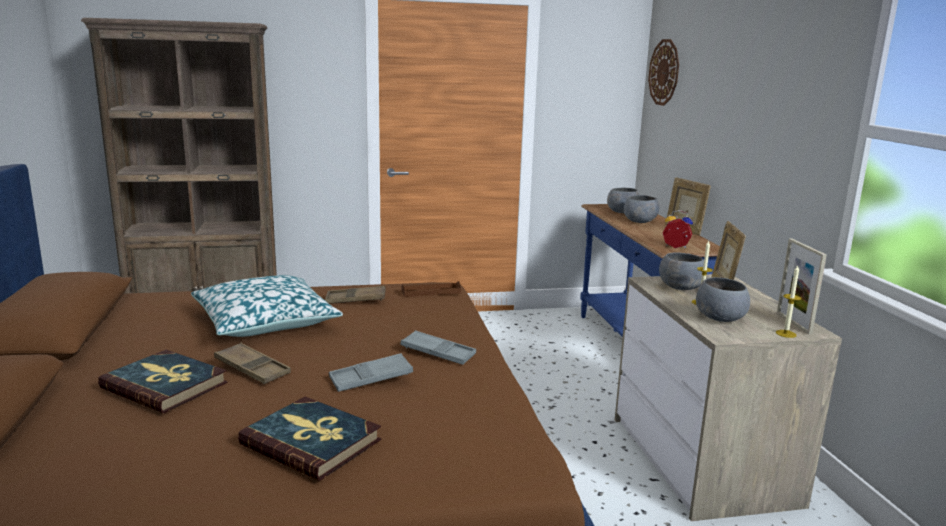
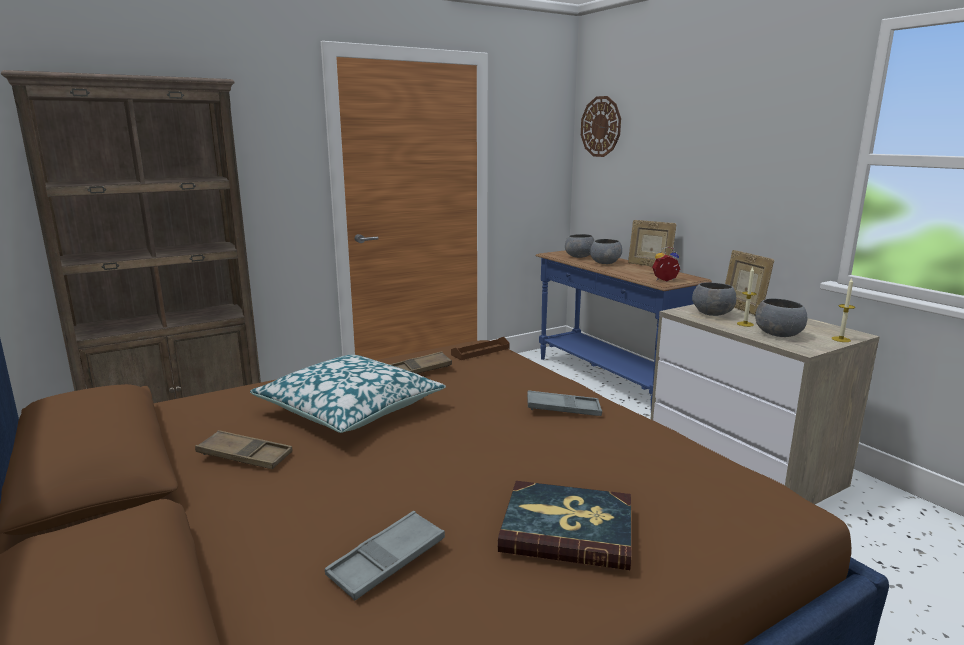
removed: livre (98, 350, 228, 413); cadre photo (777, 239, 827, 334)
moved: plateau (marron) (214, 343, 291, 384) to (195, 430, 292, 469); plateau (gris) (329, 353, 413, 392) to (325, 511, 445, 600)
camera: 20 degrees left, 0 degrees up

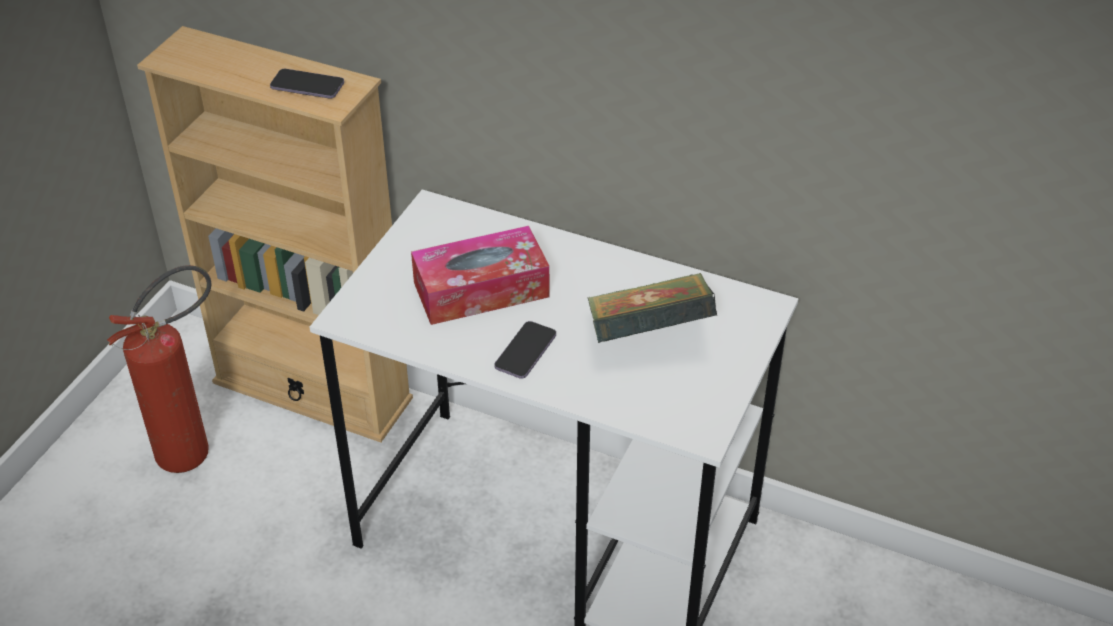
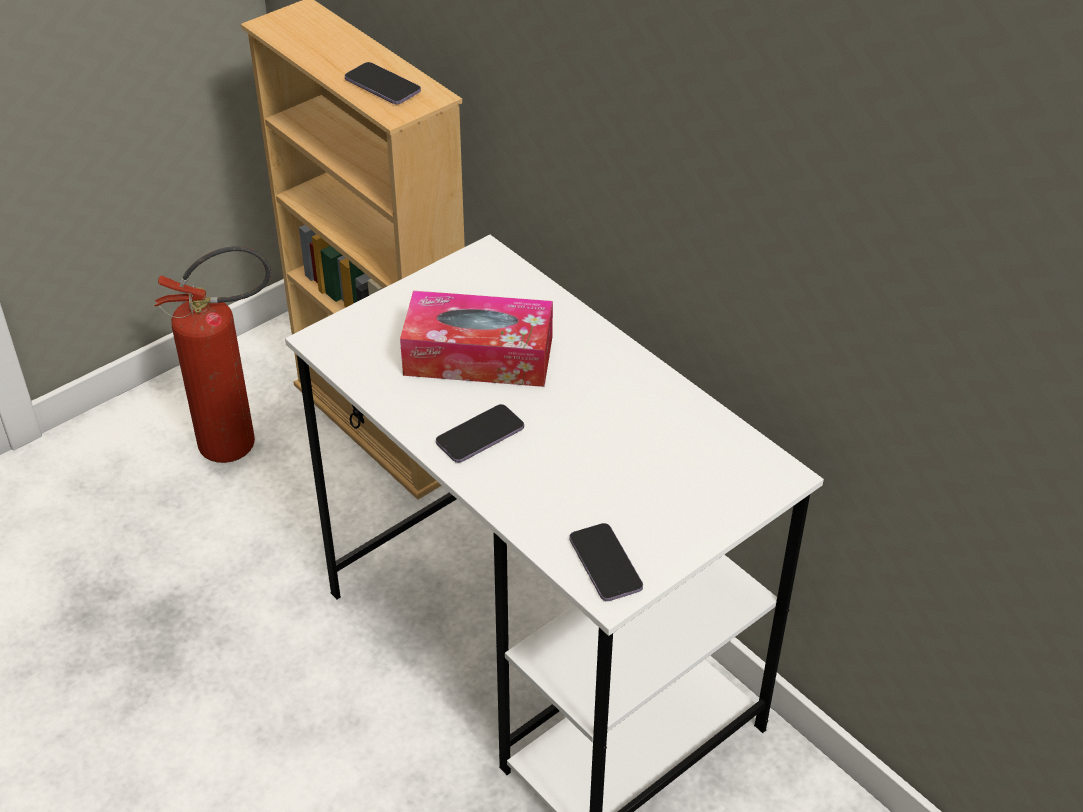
removed: livre (588, 273, 717, 343)
added: téléphone (569, 523, 643, 601)
camera: 25 degrees right, 0 degrees up

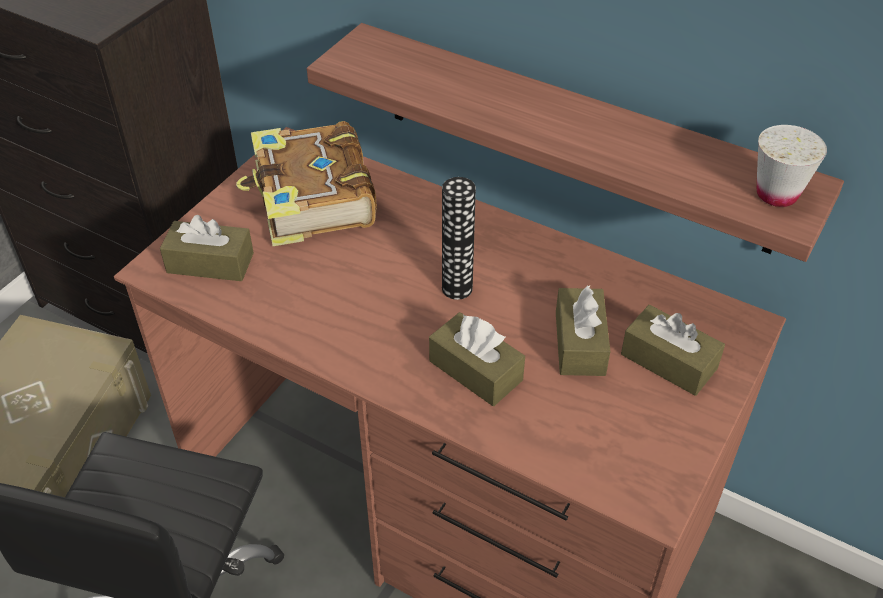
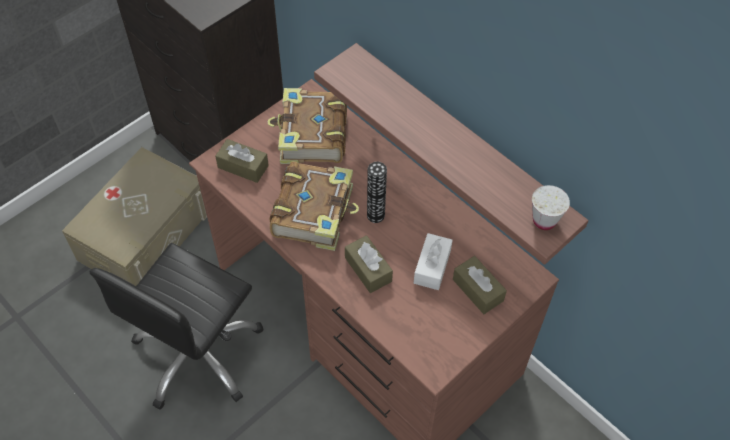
added: livre (270, 161, 359, 251)
recoloured: boîte à mouchoirs (marron) (556, 286, 610, 376) to boîte à mouchoirs (blanc) (414, 233, 453, 290)
camera: 15 degrees right, 10 degrees up

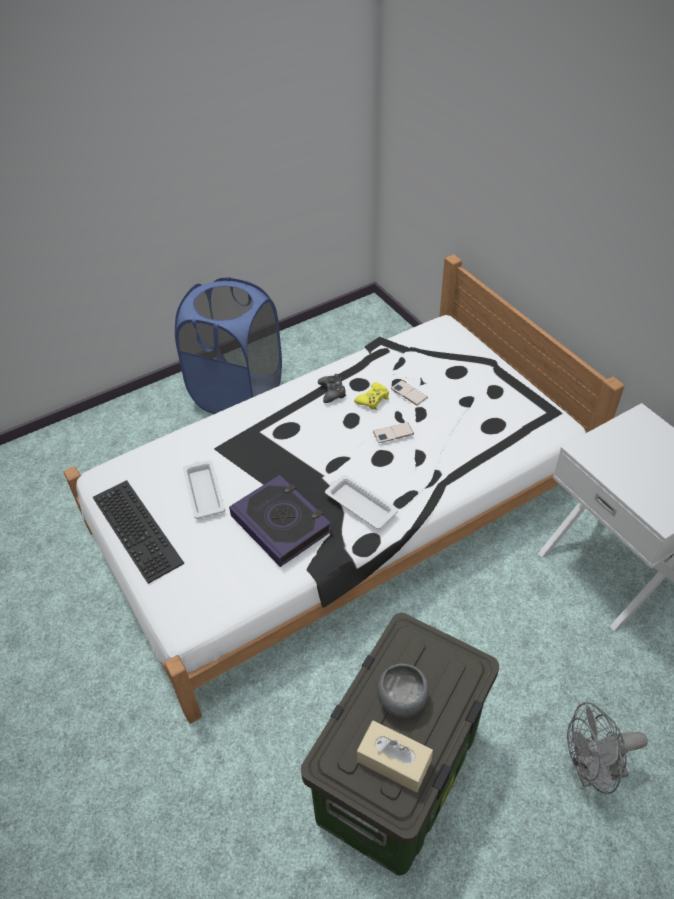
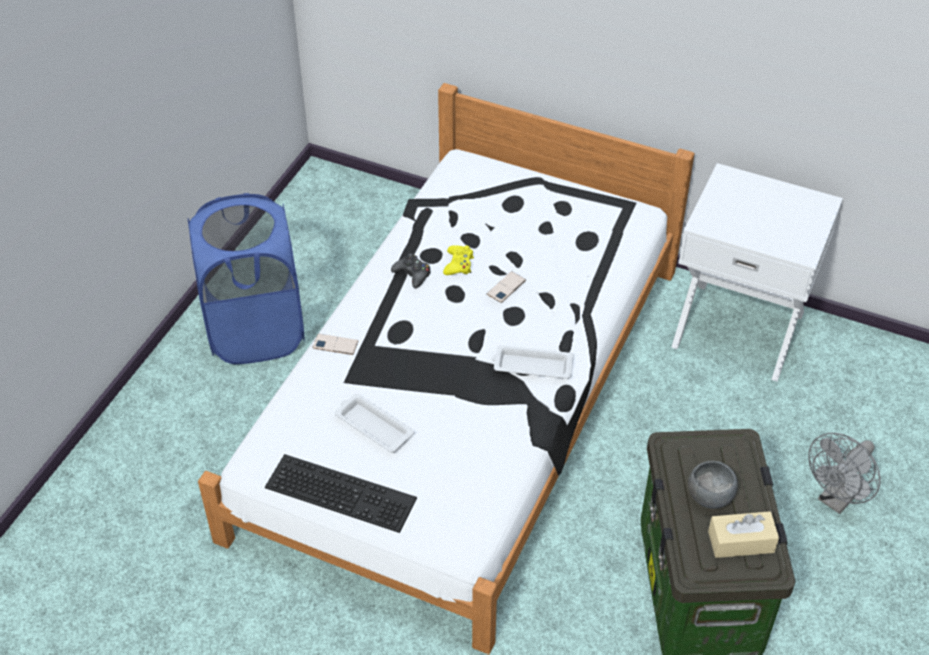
removed: livre (229, 475, 332, 567)
moved: téléphone (391, 380, 428, 406) to (312, 334, 358, 355)
camera: 35 degrees left, 0 degrees up

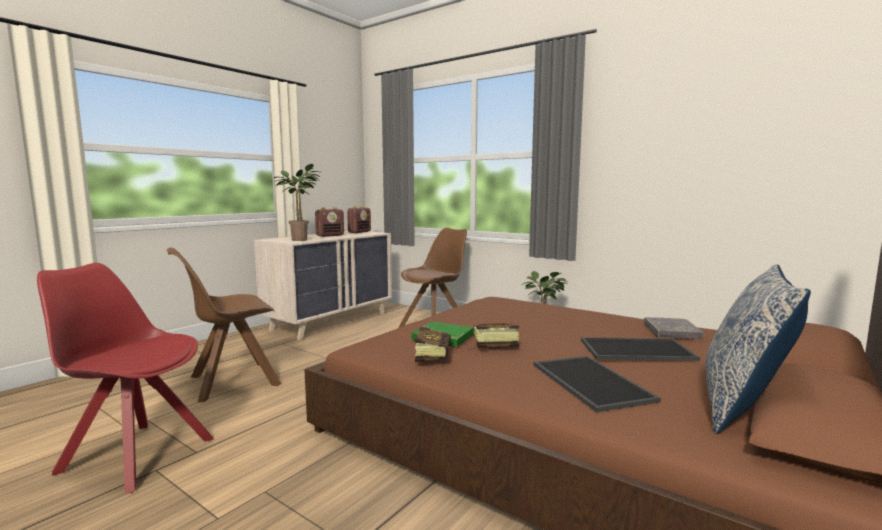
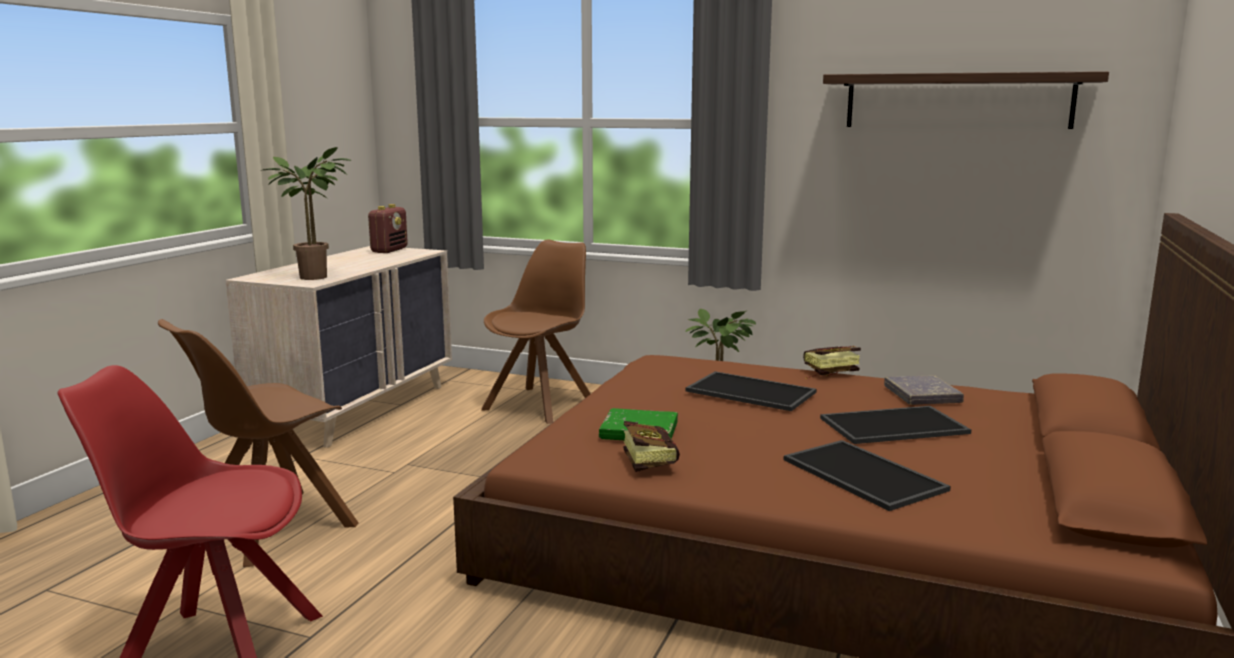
removed: radio (315, 207, 344, 237); coussin (705, 264, 811, 434)
added: plateau (685, 371, 816, 411); étagère (823, 71, 1109, 129)
moved: livre (467, 323, 519, 350) to (803, 346, 861, 379)
camera: 15 degrees left, 5 degrees up

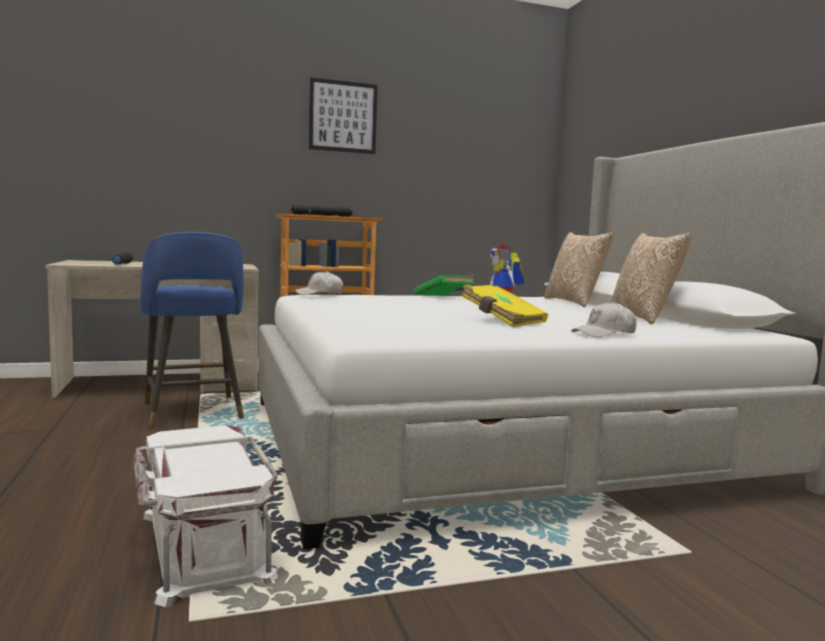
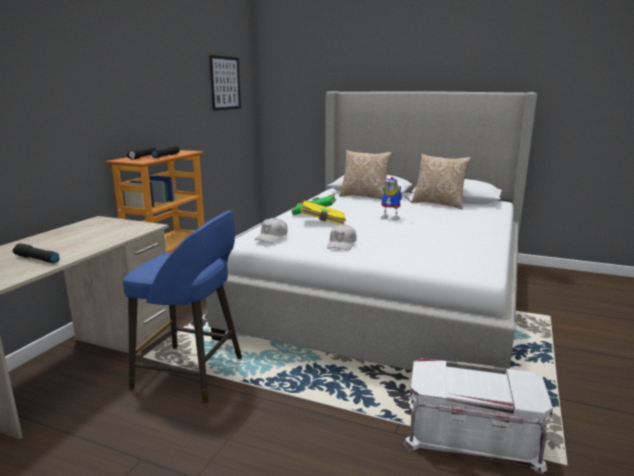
moved: tableau (309, 77, 377, 154) to (209, 55, 241, 111); livre (jaune) (461, 285, 548, 327) to (301, 200, 346, 225); casquette (blanc) (572, 302, 636, 337) to (327, 224, 356, 250)
camera: 50 degrees left, 10 degrees up

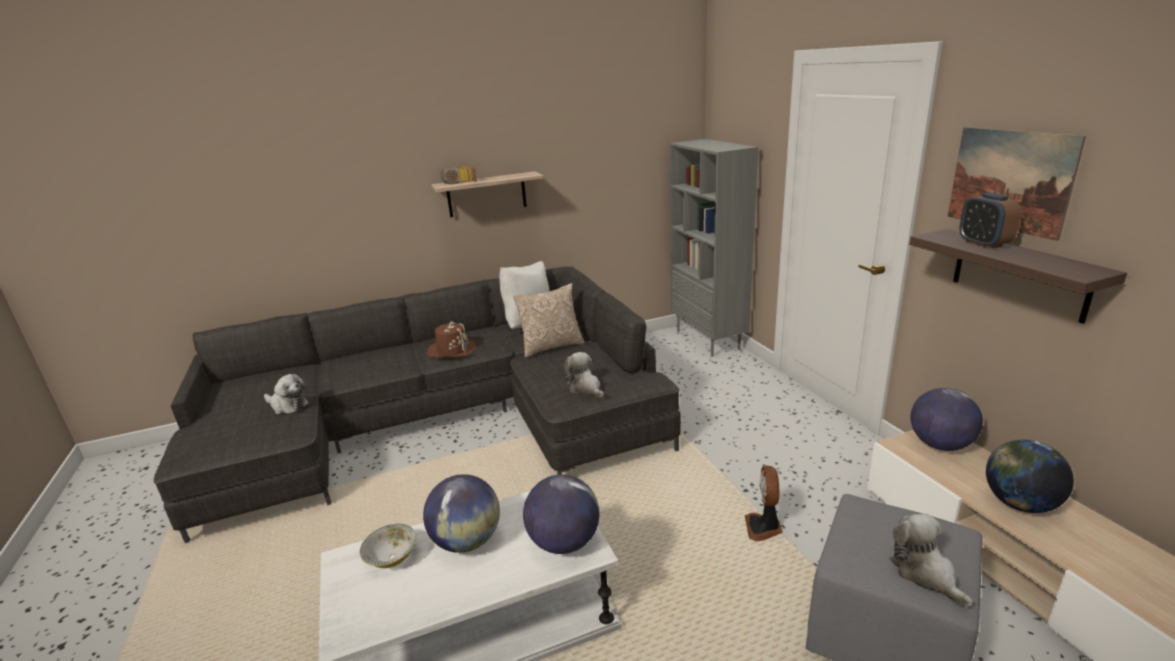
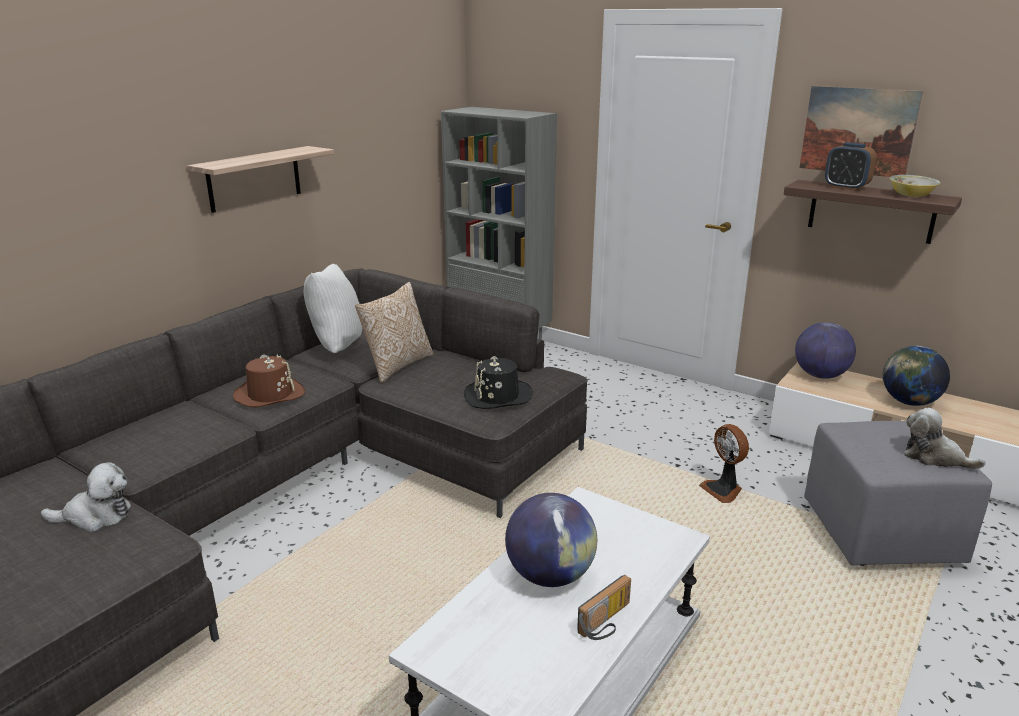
removed: globe (523, 474, 599, 554)
moved: bol (360, 524, 417, 568) to (889, 175, 940, 197); radio (440, 165, 477, 184) to (577, 575, 631, 640)
replaced: peluche (564, 352, 604, 398) to chapeau (noir) (464, 356, 533, 409)
camera: 35 degrees left, 0 degrees up

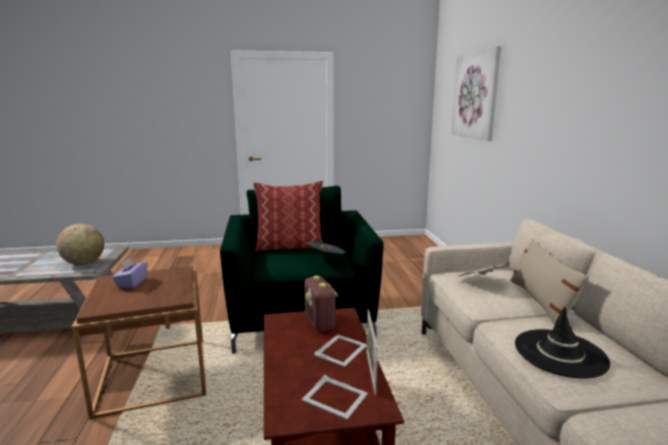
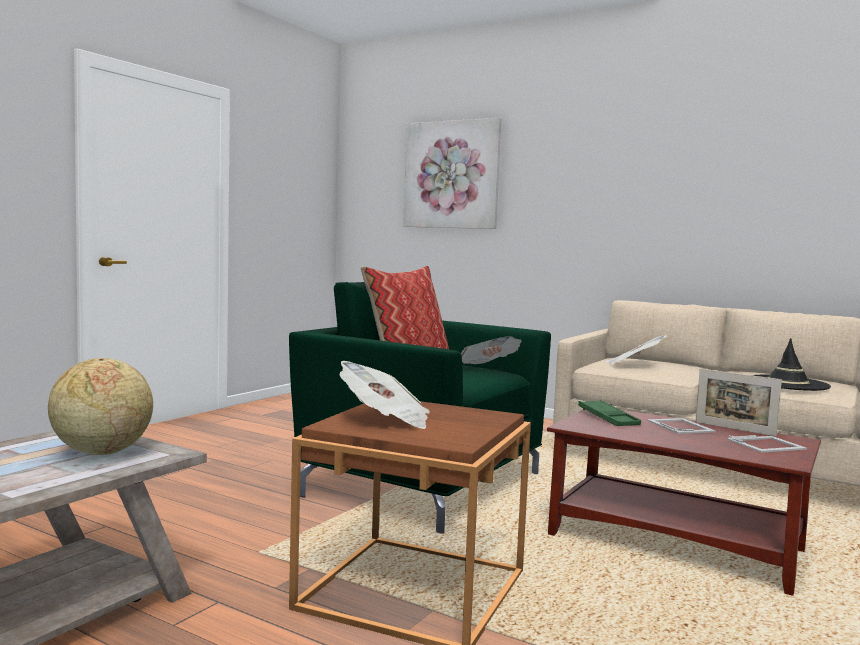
removed: coussin (beige) (510, 239, 589, 326)
replaced: boîte à mouchoirs (violet) (113, 257, 148, 289) to journal (339, 361, 429, 429); radio (304, 276, 338, 332) to plateau (vert) (578, 400, 641, 426)
camera: 50 degrees left, 10 degrees down

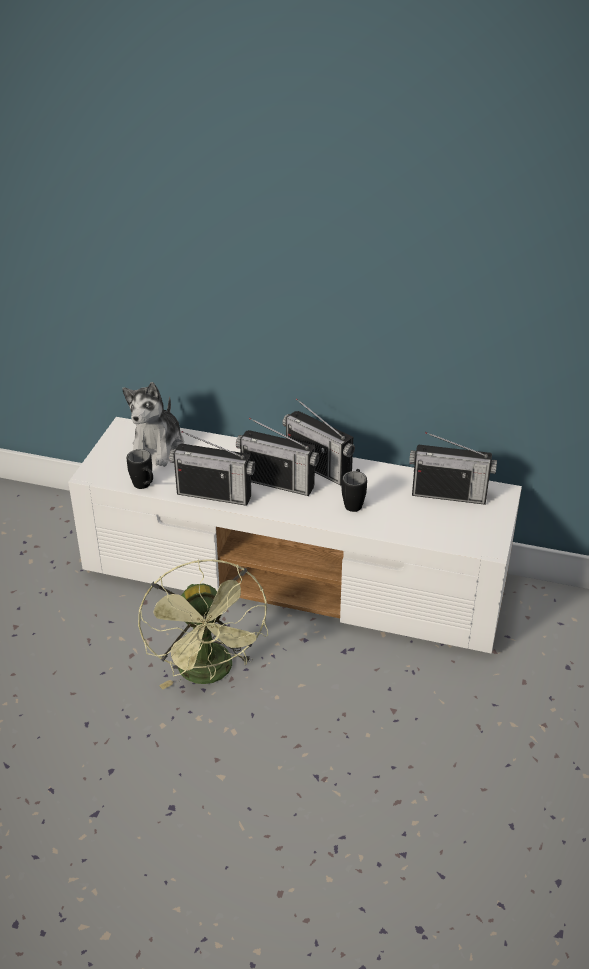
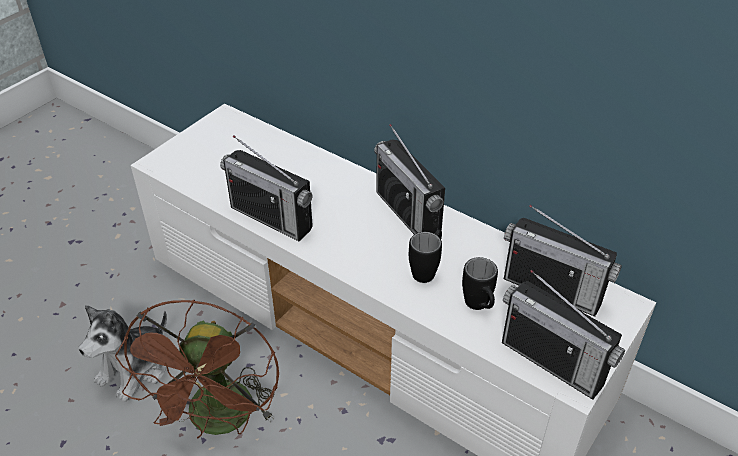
moved: peluche (123, 382, 184, 467) to (79, 305, 167, 402); mug (noir) (127, 449, 153, 489) to (462, 257, 498, 310); radio (236, 418, 319, 496) to (502, 270, 625, 400)
recoloured: ventilateur (vert) (138, 559, 268, 690) to ventilateur (marron) (115, 300, 279, 438)
camera: 20 degrees right, 5 degrees up

